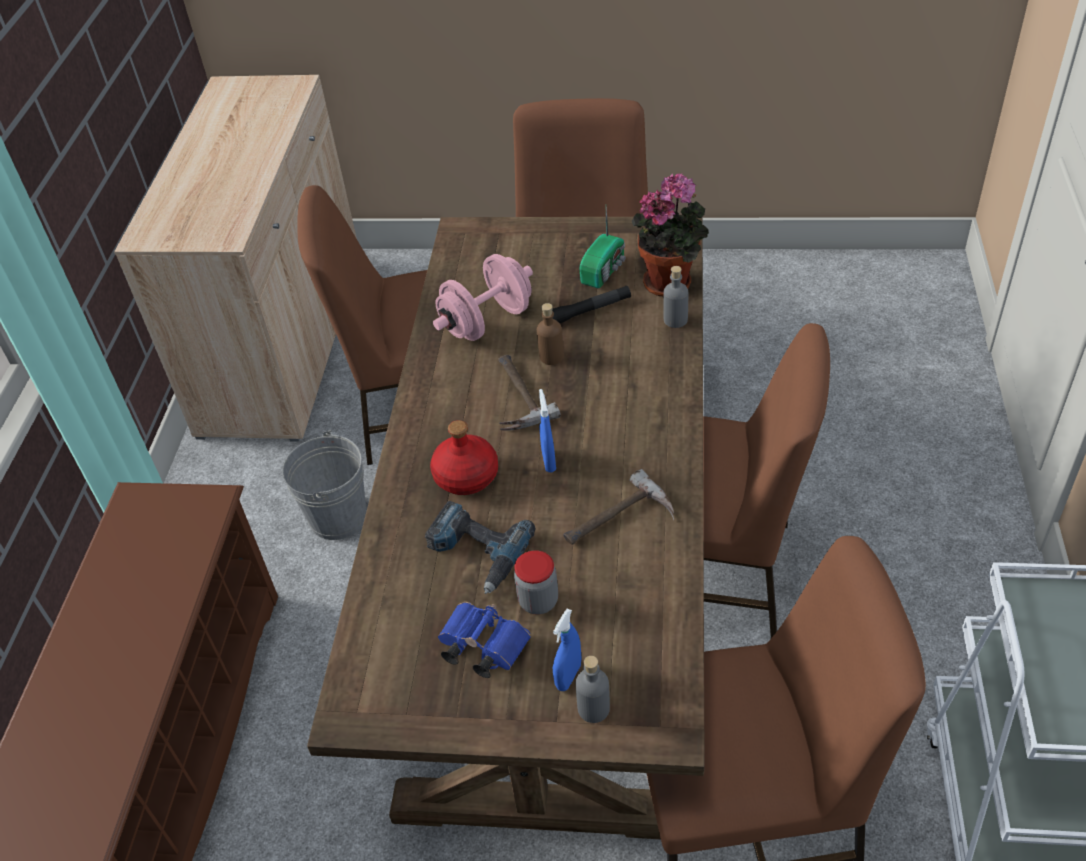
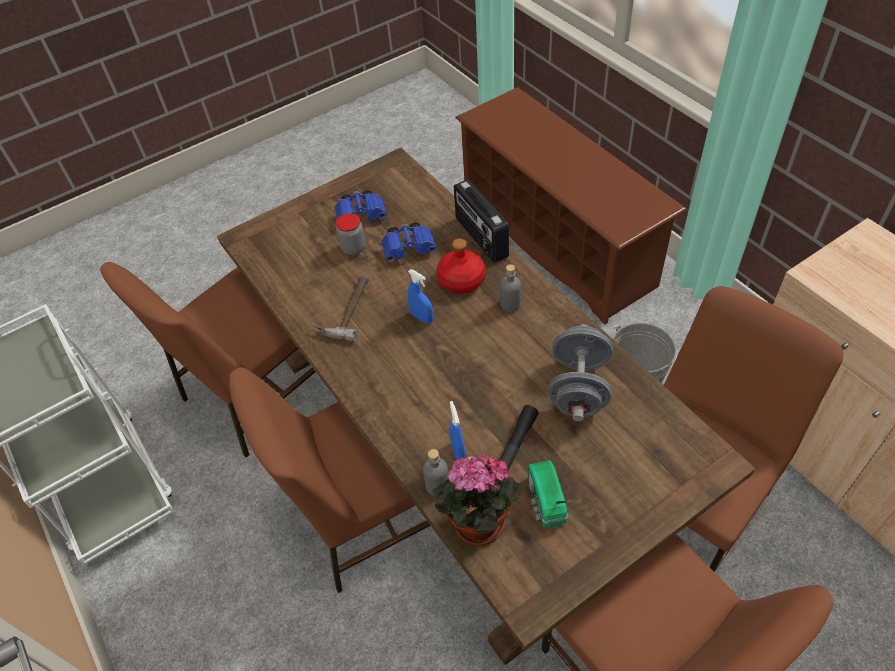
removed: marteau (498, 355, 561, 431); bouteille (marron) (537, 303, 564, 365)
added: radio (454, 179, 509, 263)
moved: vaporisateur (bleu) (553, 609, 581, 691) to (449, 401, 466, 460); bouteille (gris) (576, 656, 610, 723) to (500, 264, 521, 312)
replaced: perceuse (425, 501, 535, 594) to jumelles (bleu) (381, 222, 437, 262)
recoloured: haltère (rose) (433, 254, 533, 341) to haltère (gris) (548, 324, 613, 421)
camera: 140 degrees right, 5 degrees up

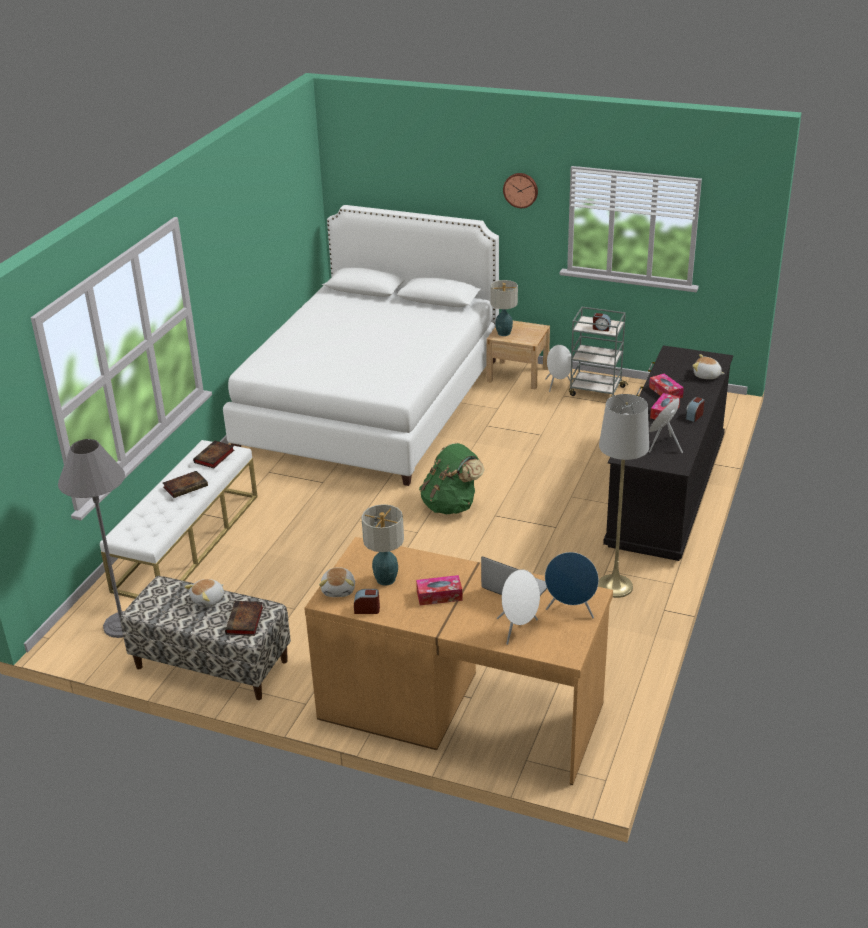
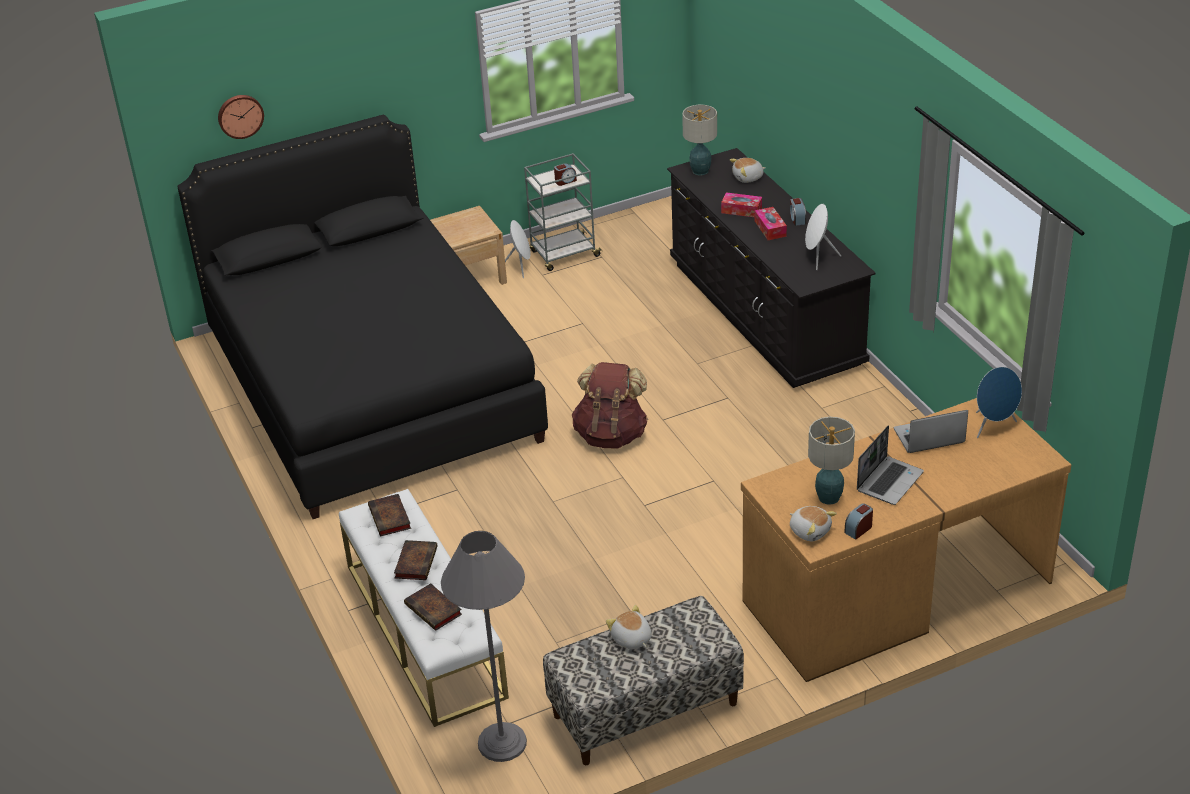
removed: enceinte (blanc) (497, 569, 540, 645); lampadaire (gris) (598, 394, 649, 598)
moved: livre (225, 601, 263, 636) to (404, 583, 462, 631); lampe de table (490, 280, 518, 336) to (682, 105, 717, 175); horloge murale (503, 173, 538, 208) to (218, 95, 264, 139)
replaced: boîte à mouchoirs (416, 575, 463, 605) to ordinateur portable (857, 425, 924, 505)
recoloured: lit (blanc) (223, 205, 499, 486) to lit (noir) (178, 115, 548, 519); sac à dos (vert) (419, 443, 485, 514) to sac à dos (marron) (572, 362, 648, 449)
turned: peluche (185, 579, 224, 608) = (606, 605, 652, 649) 150 degrees clockwise
camera: 45 degrees left, 5 degrees up

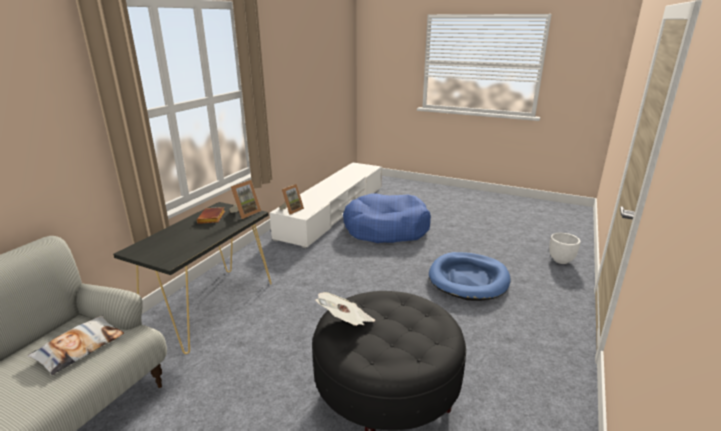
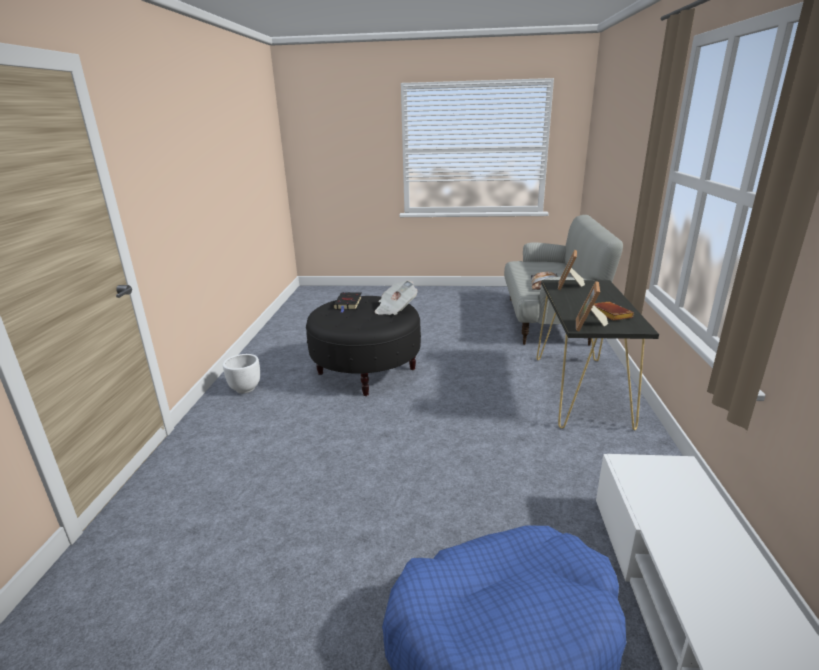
removed: panier pour chien (bleu) (429, 252, 511, 301)
added: livre (noir) (333, 292, 362, 312)
moved: cadre photo (279, 184, 304, 215) to (558, 250, 585, 290); cache-pot (blanc) (549, 233, 581, 264) to (223, 354, 260, 394)
camera: 160 degrees right, 0 degrees up

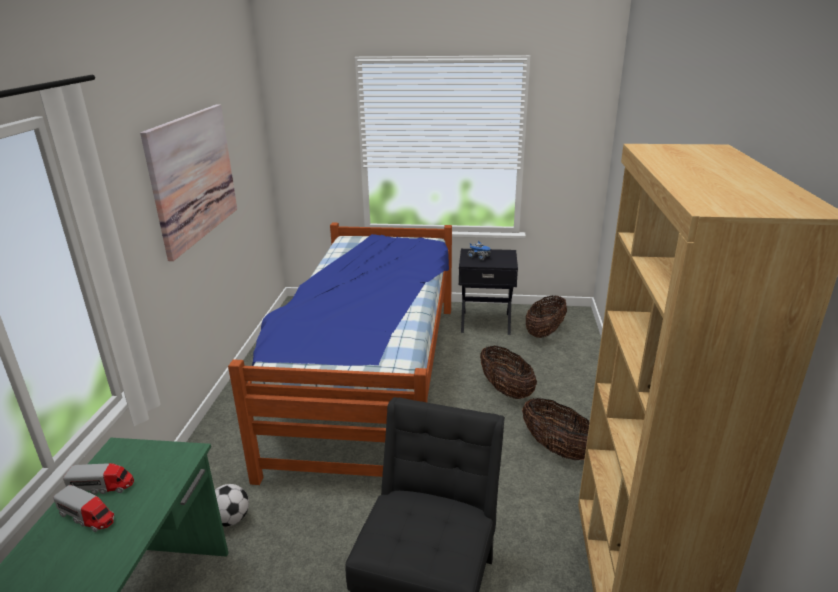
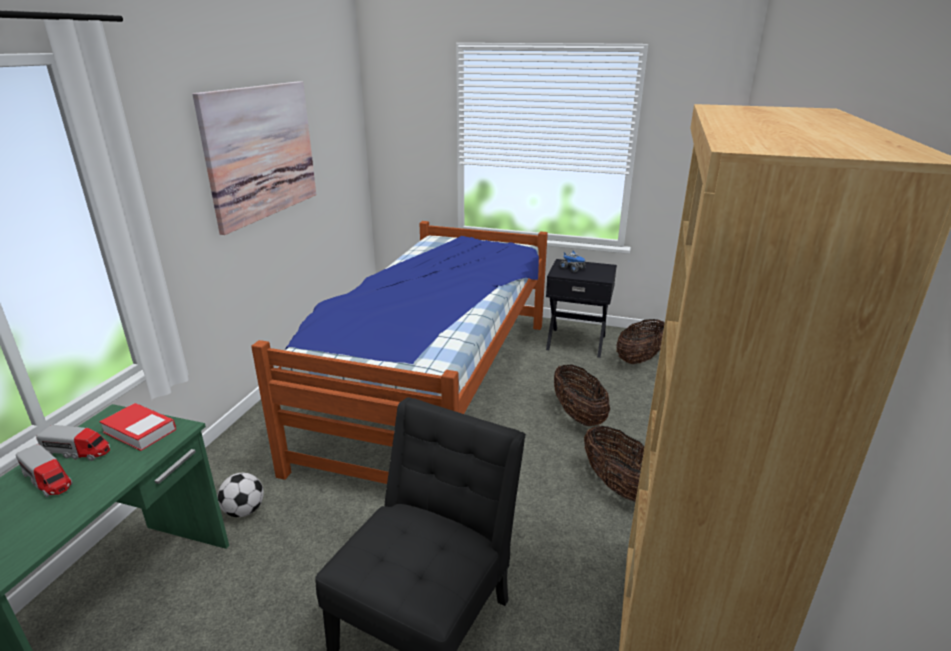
added: livre (99, 403, 176, 451)
camera: 10 degrees right, 0 degrees up

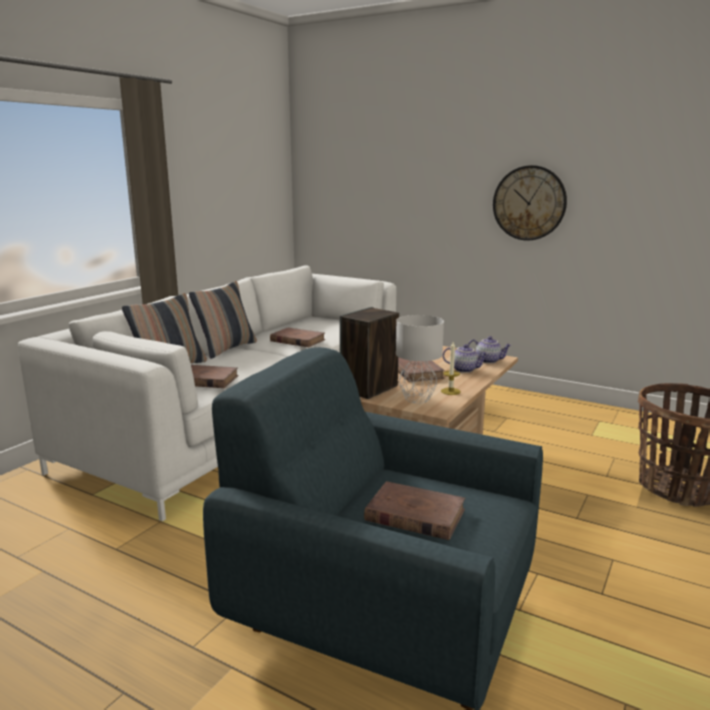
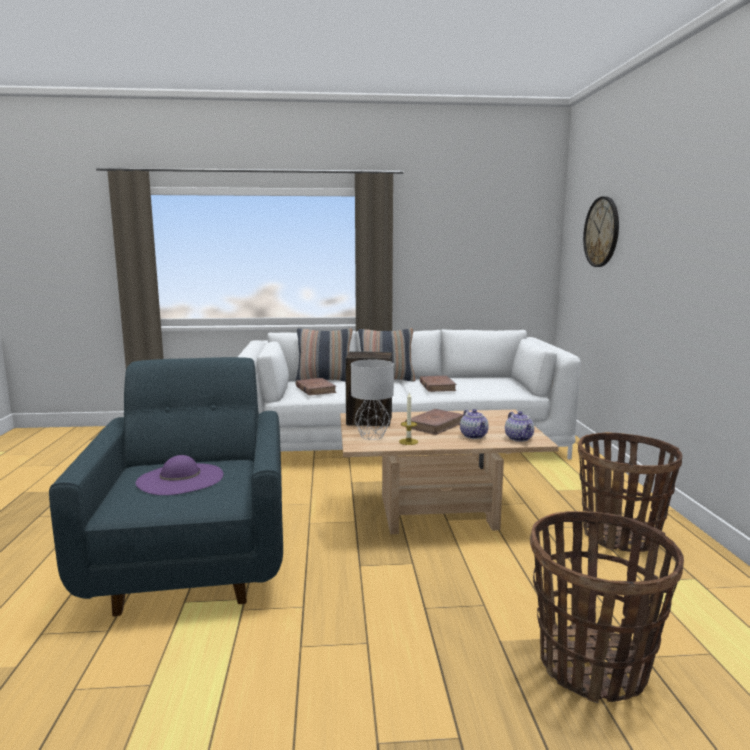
added: panier (578, 432, 682, 552)
moved: horloge murale (493, 165, 567, 240) to (583, 196, 619, 267)
replaced: livre (marron) (364, 481, 465, 540) to chapeau (violet) (135, 455, 223, 495)
camera: 55 degrees right, 5 degrees down

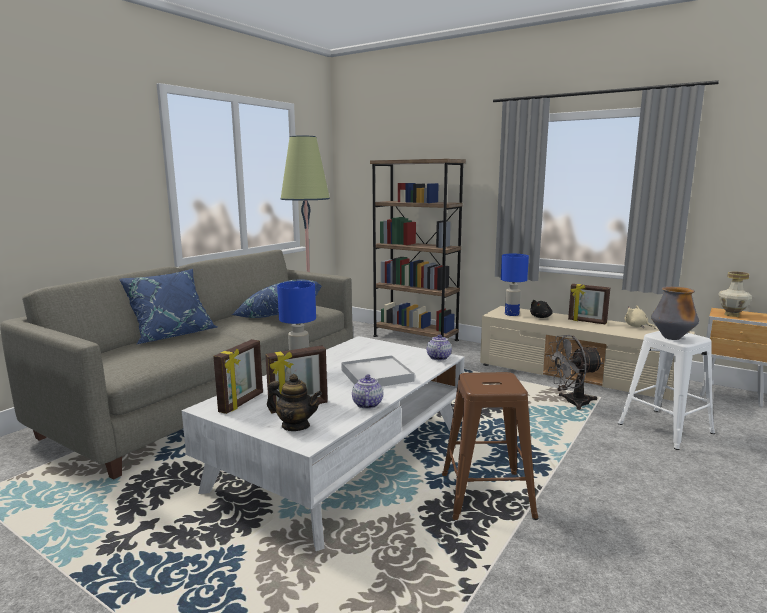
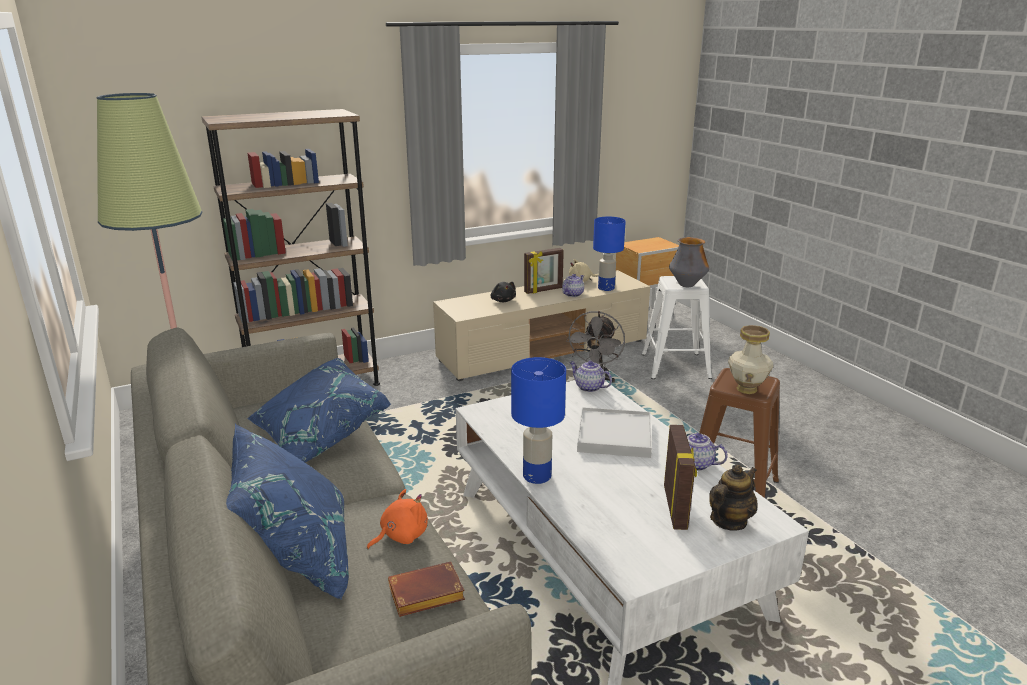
removed: cadre photo (213, 339, 263, 414)
added: peluche (orange) (367, 489, 428, 550); livre (marron) (388, 561, 465, 617); théière (562, 274, 584, 297)
moved: lampe de table (bleu) (501, 254, 529, 316) to (593, 217, 626, 291); vase (718, 271, 752, 317) to (728, 325, 773, 394)
camera: 60 degrees left, 10 degrees up

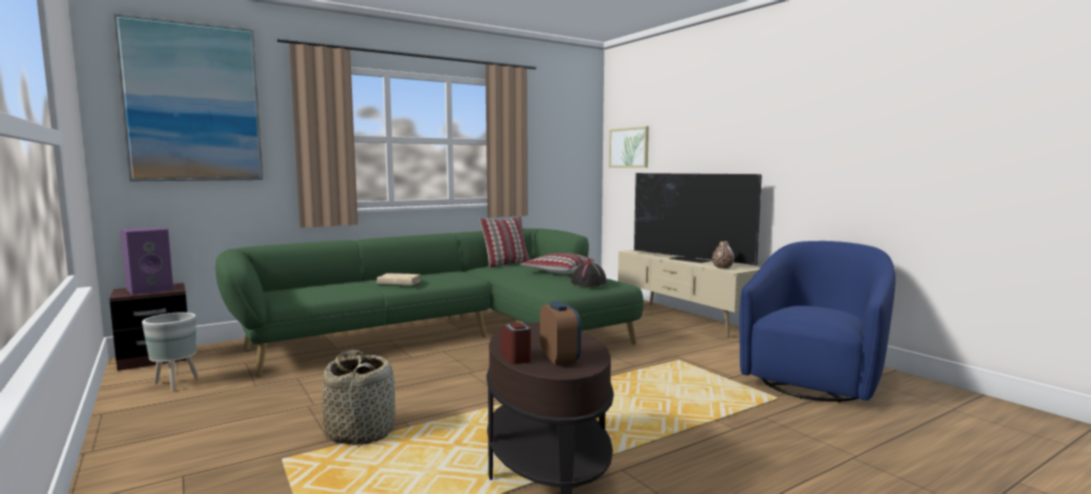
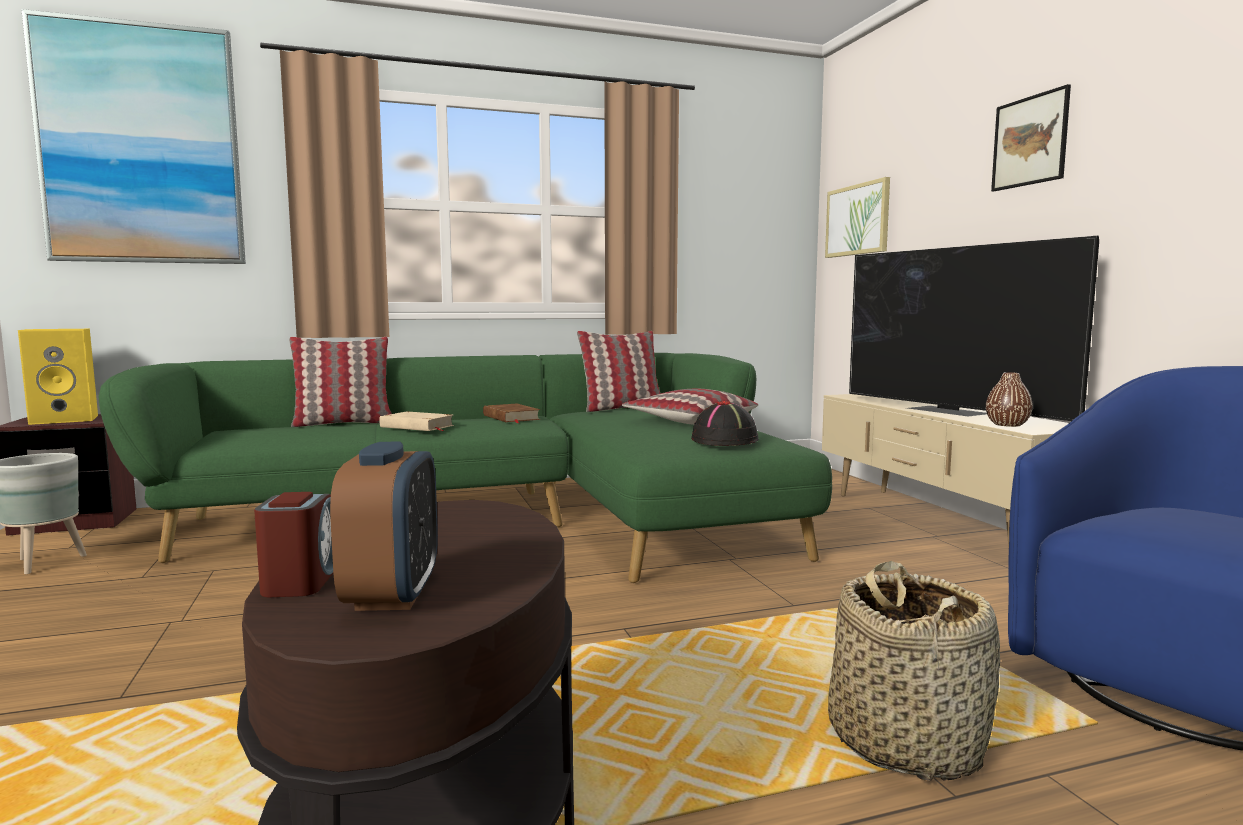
added: coussin (289, 337, 392, 427); livre (marron) (483, 404, 540, 423); tableau (991, 84, 1071, 191)
moved: panier (322, 350, 395, 445) to (828, 561, 1000, 781)
recoloured: enceinte (violet) (121, 227, 174, 295) to enceinte (jaune) (18, 329, 98, 425)
camera: 15 degrees right, 0 degrees up

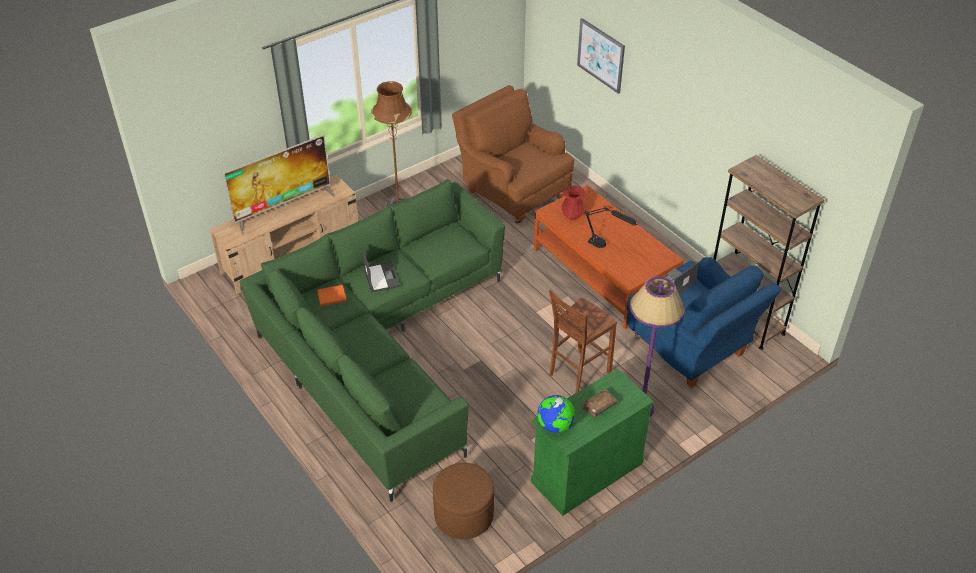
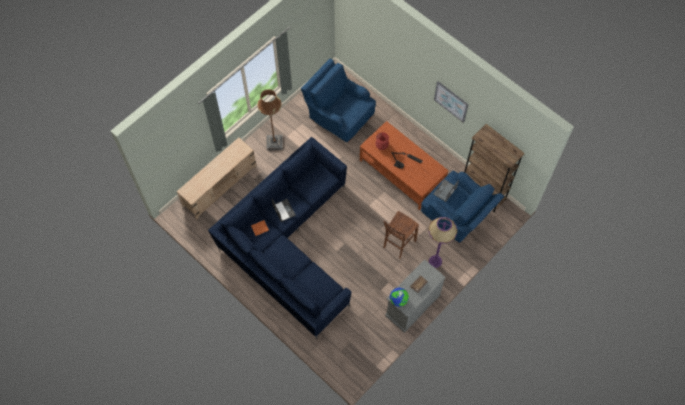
removed: téléviseur (223, 134, 335, 234); pouf (marron) (433, 463, 494, 539)
moved: tableau (577, 18, 625, 94) to (434, 81, 469, 123)
recoloured: canapé (vert) (239, 179, 505, 502) to canapé (bleu) (208, 137, 352, 340); fauteuil (marron) (452, 85, 574, 224) to fauteuil (bleu) (301, 59, 376, 142); meuble de rangement (vert) (531, 368, 654, 516) to meuble de rangement (gris) (385, 259, 446, 333)
camera: 10 degrees left, 20 degrees up

